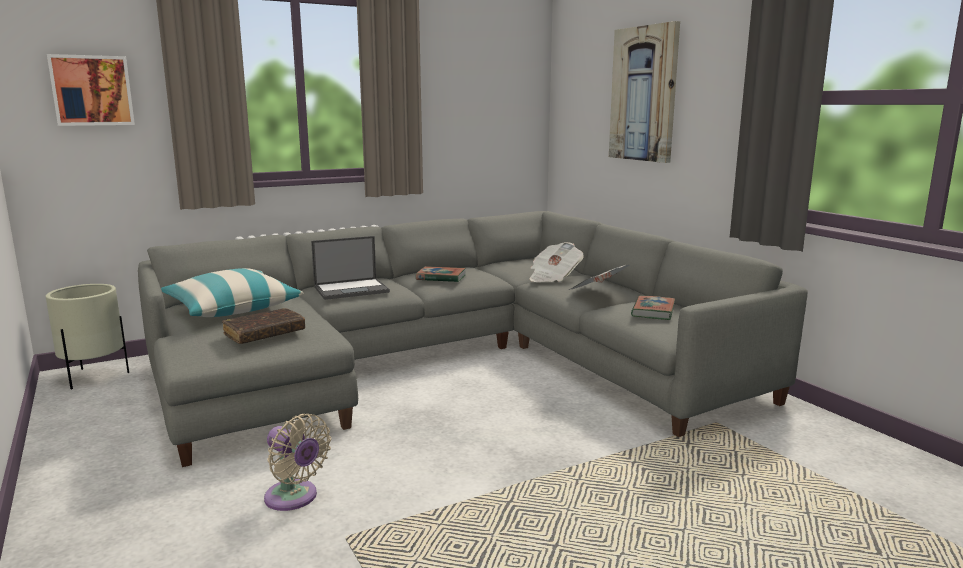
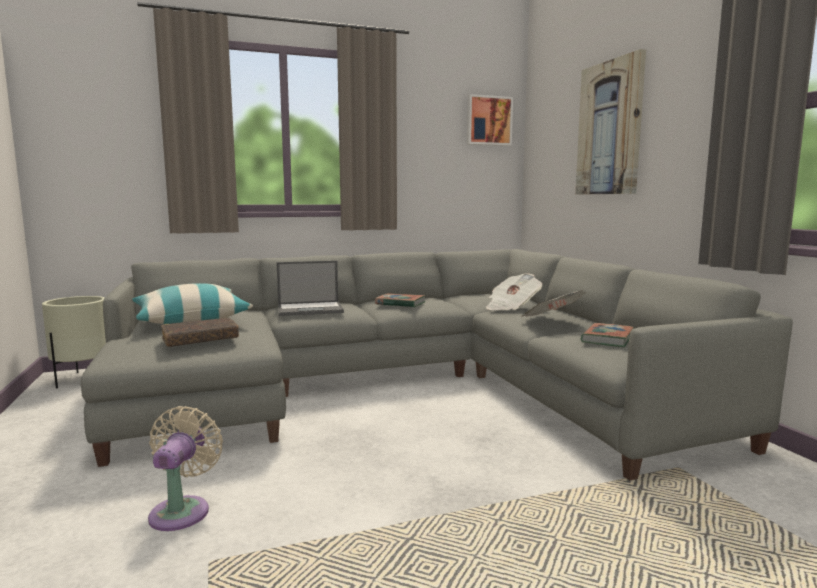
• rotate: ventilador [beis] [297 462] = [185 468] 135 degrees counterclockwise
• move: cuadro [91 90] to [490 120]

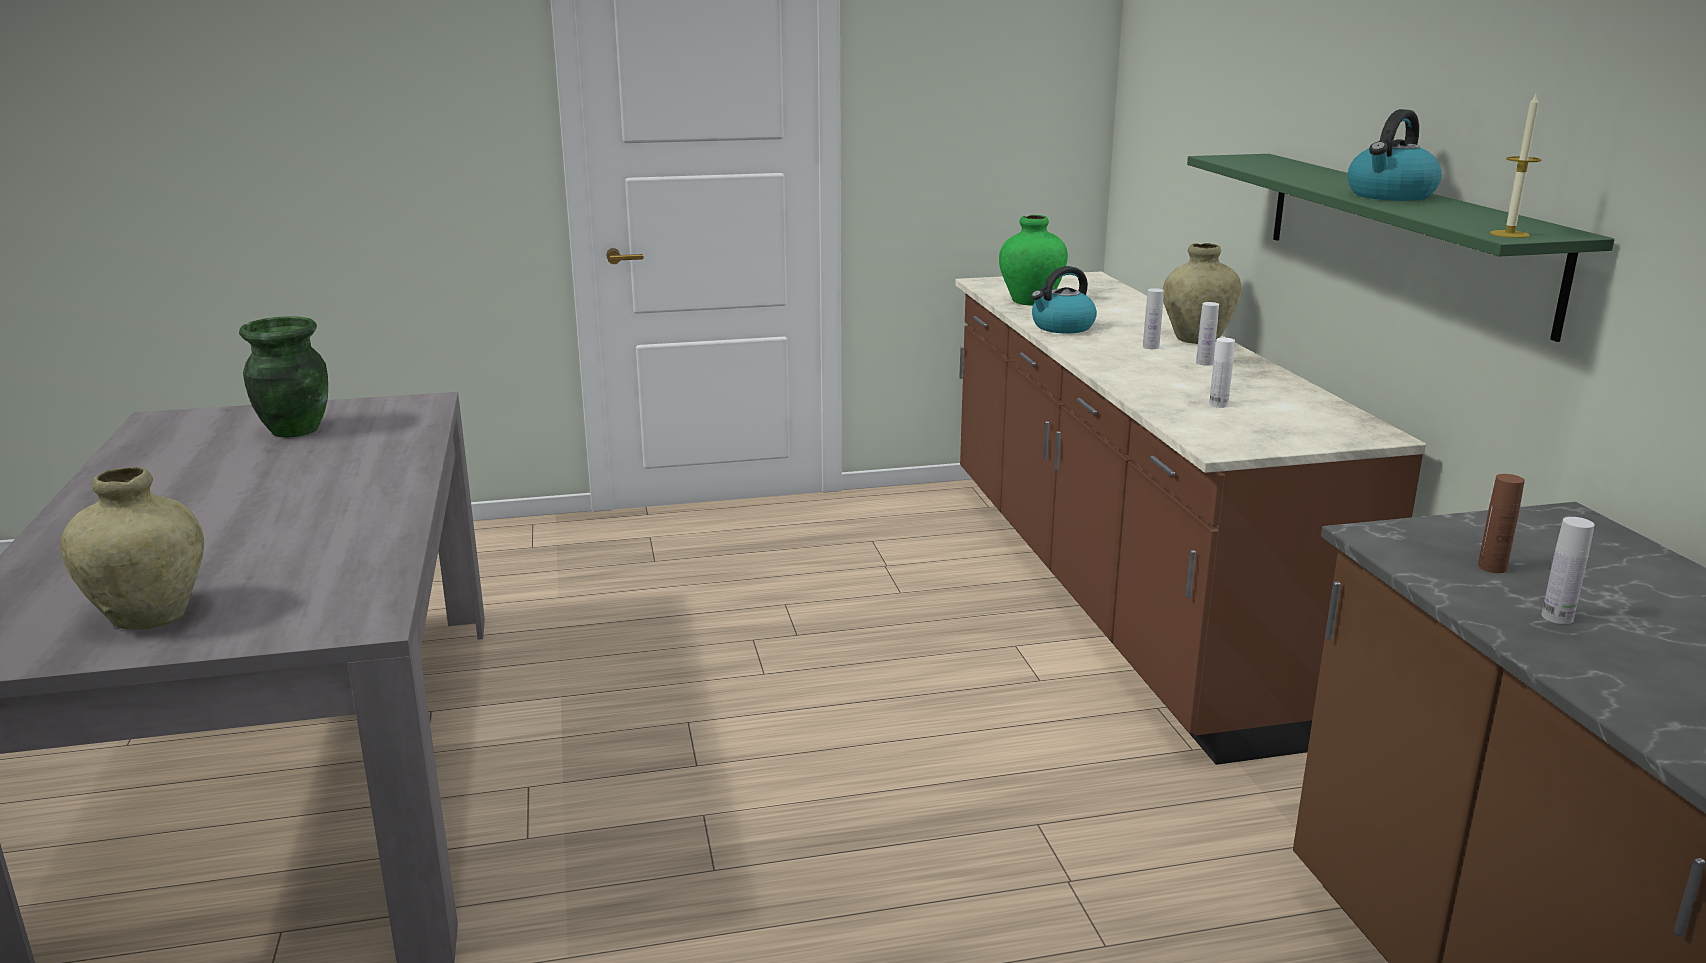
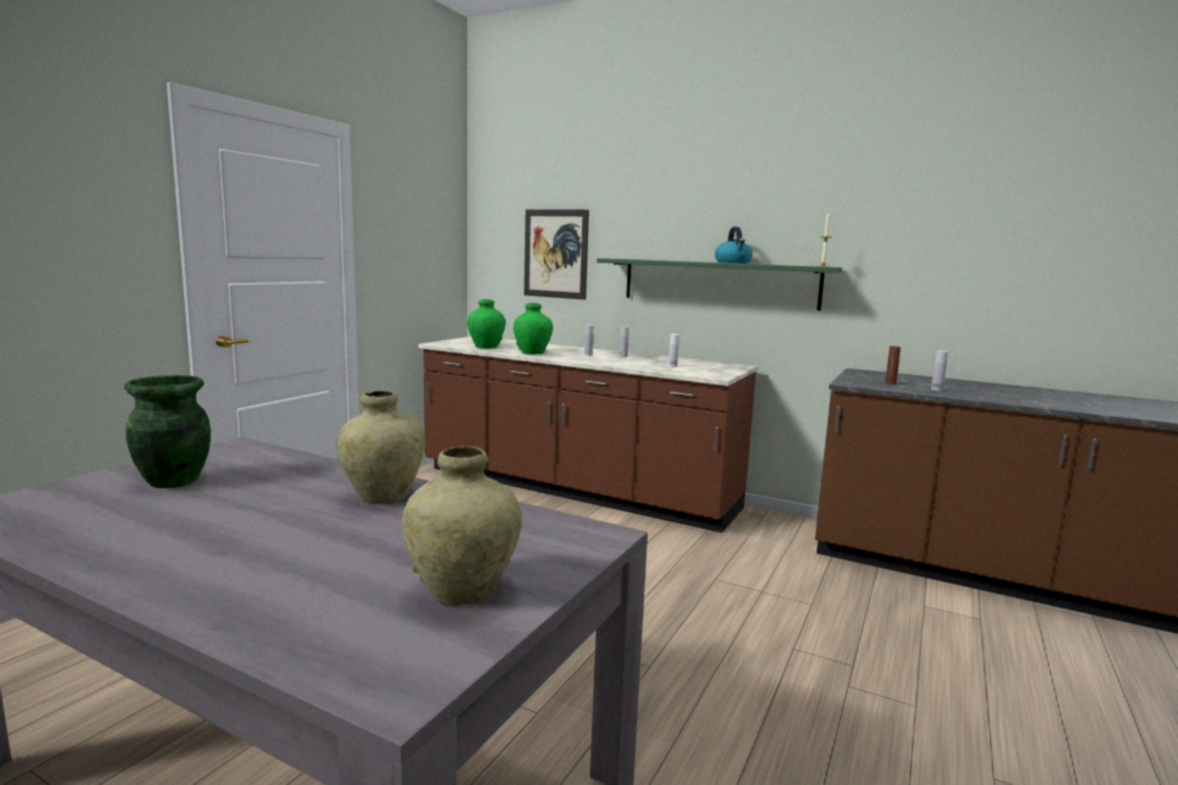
• move: florero [beis] [1202 293] to [381 447]
• replace: hervidor [1064 300] to florero [verde] [533 328]
• insert: cuadro [556 254]

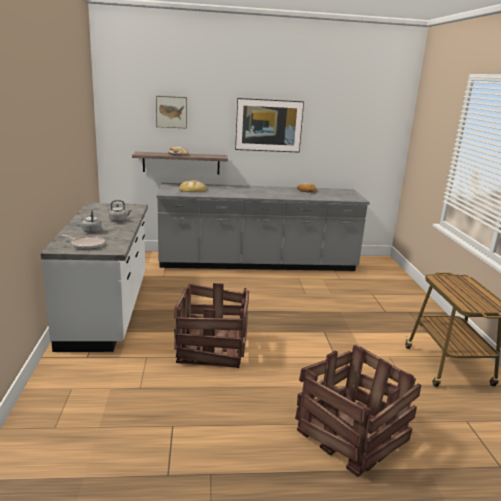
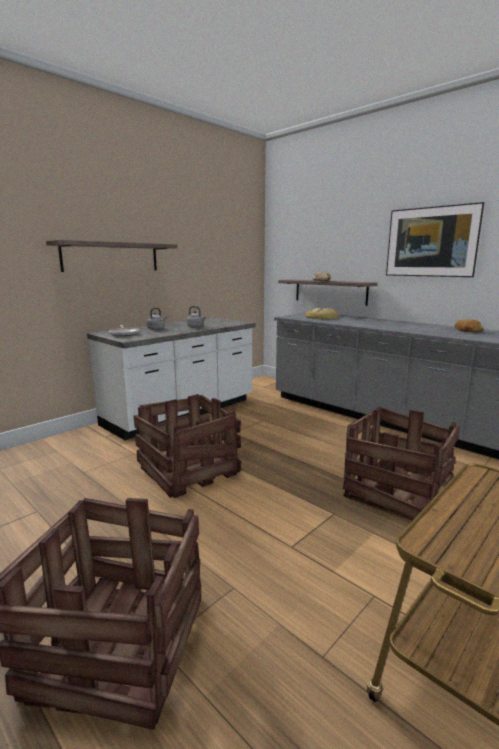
• insert: estante [112 256]
• insert: caja de embalaje [401 463]
• delete: cuadro [171 112]

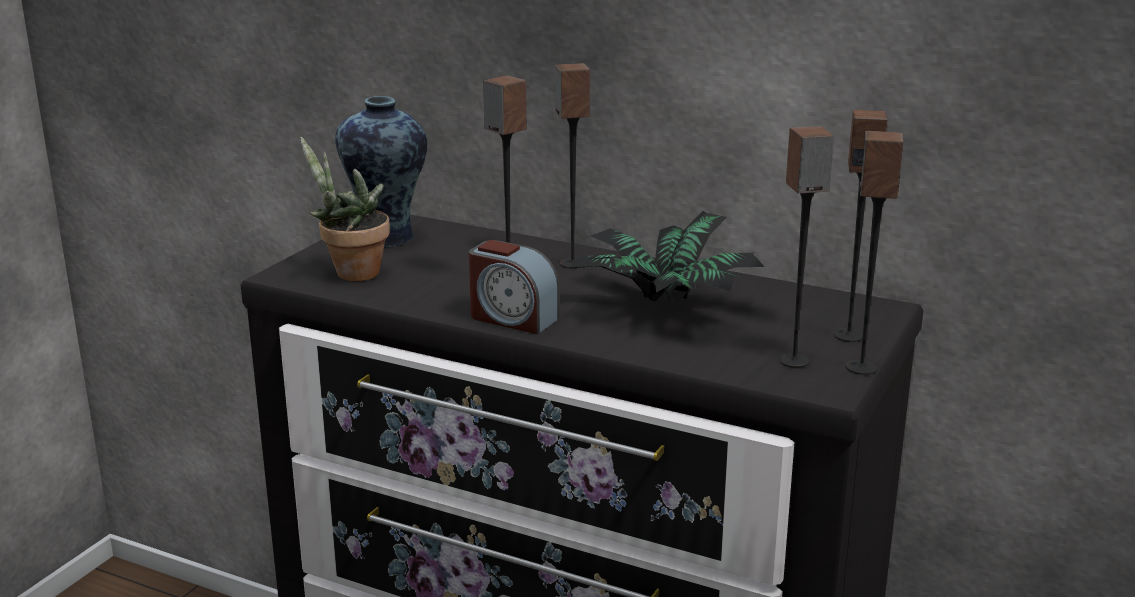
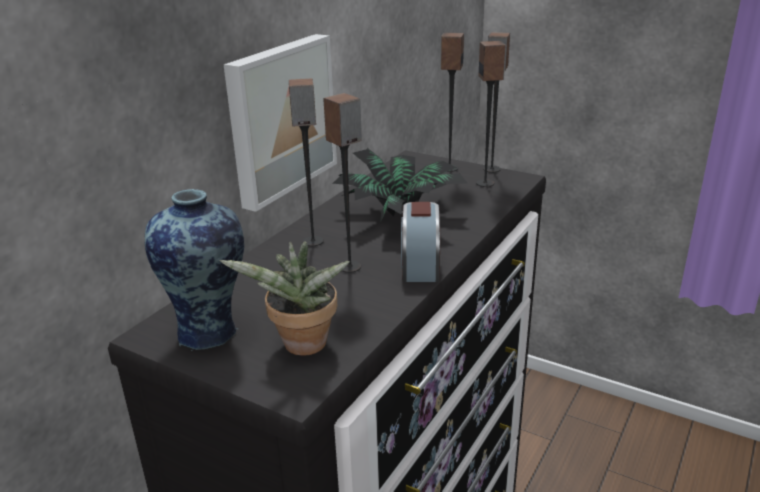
• insert: cuadro [280 123]
• rotate: despertador [514 287] = [420 242] 150 degrees clockwise

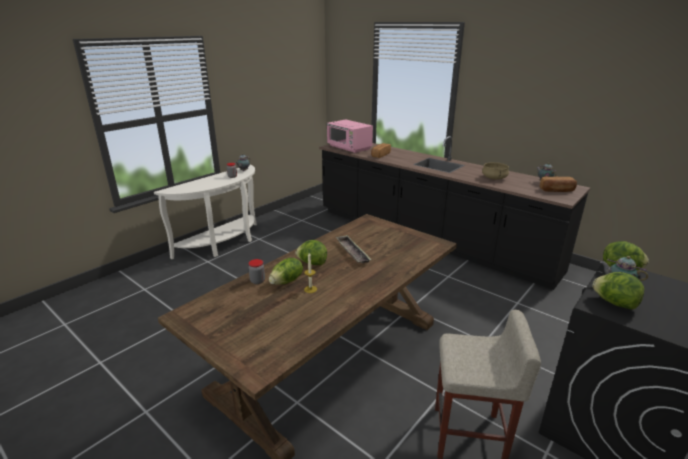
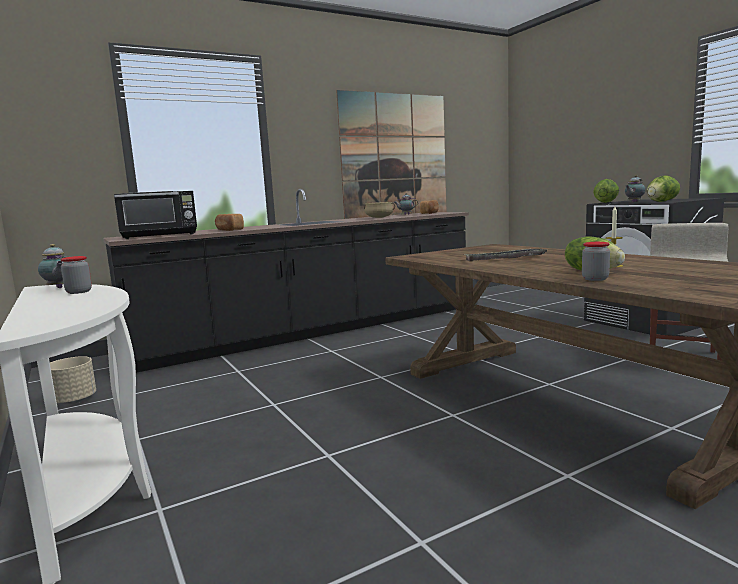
• insert: maceta [beis] [73 380]
• recolor: microondas [rosa] [349 136] to microondas [negro] [155 215]
• insert: cuadro [391 154]
• delete: lechuga [311 252]

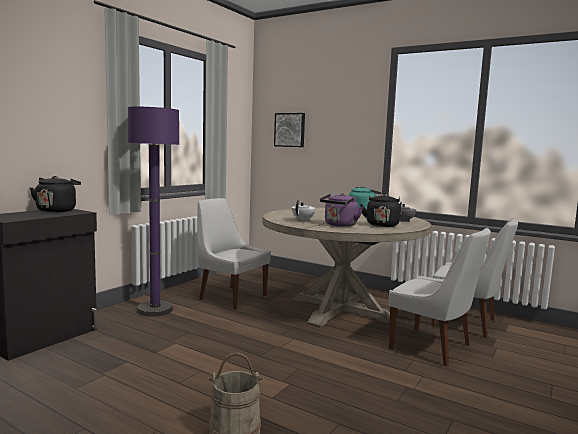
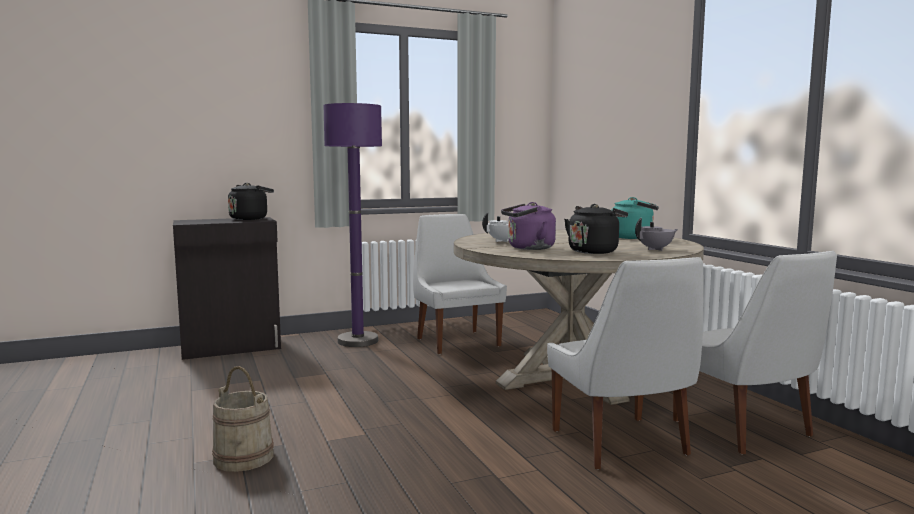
• delete: cuadro [289 130]

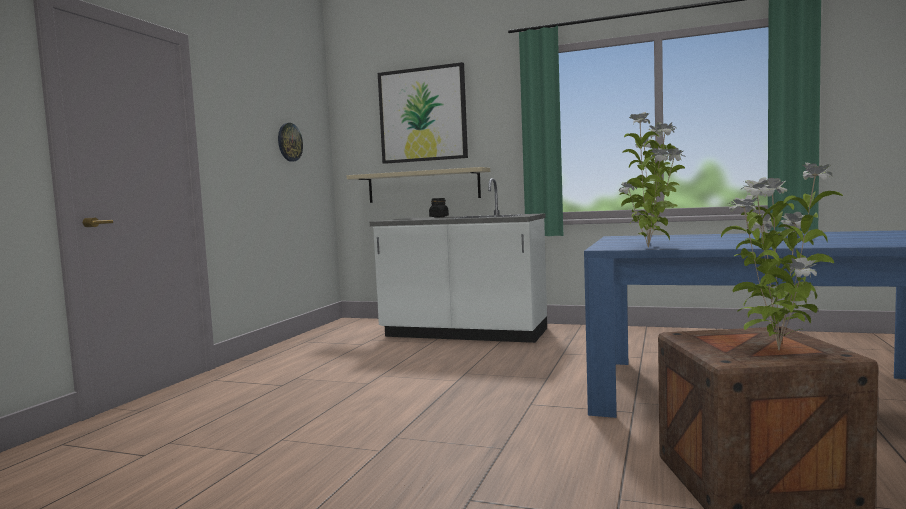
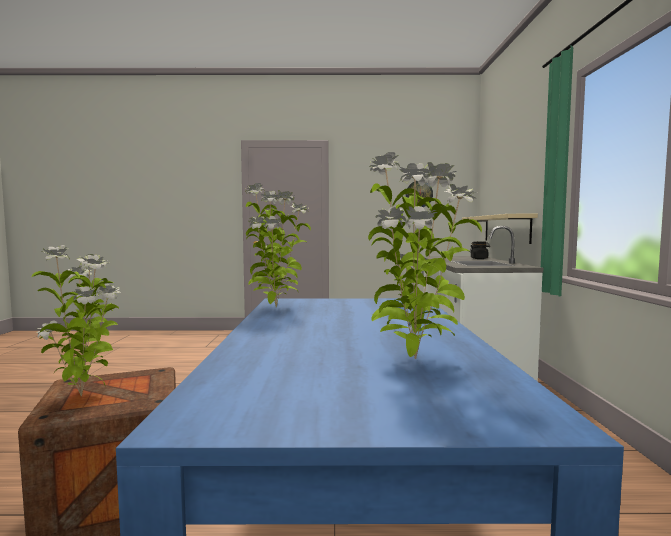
• insert: planta en maceta [425 255]
• delete: cuadro [423 113]

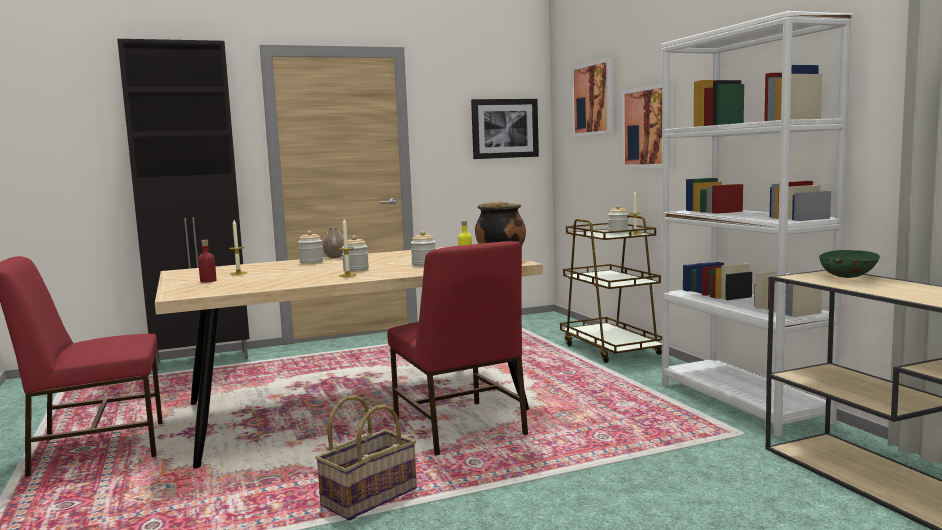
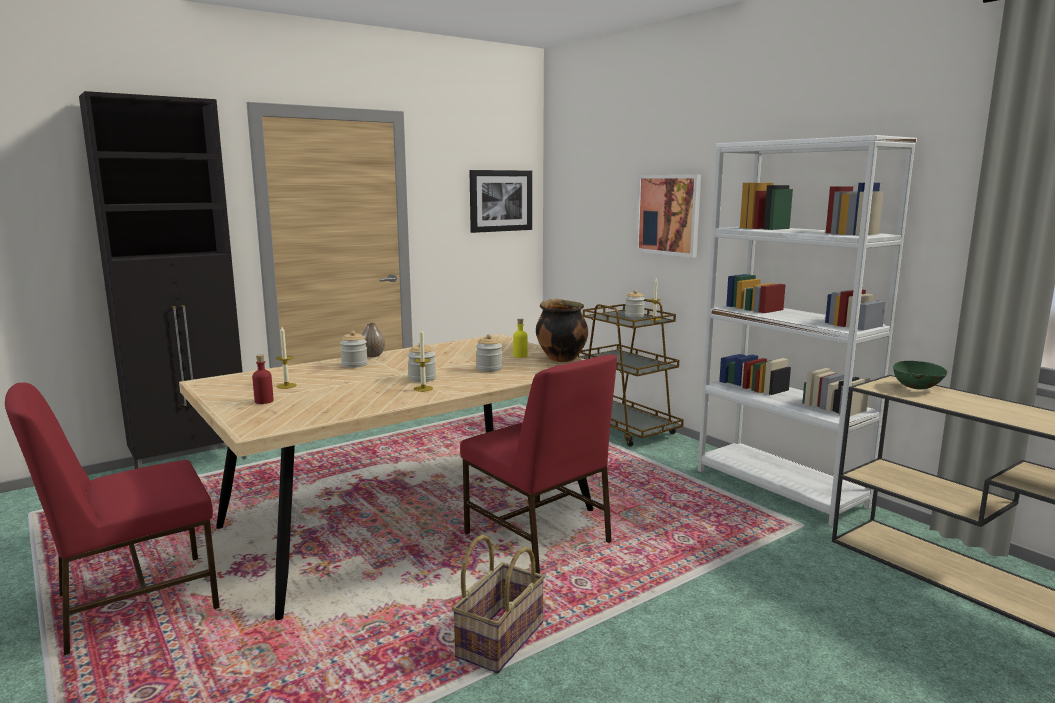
• delete: cuadro [592 97]

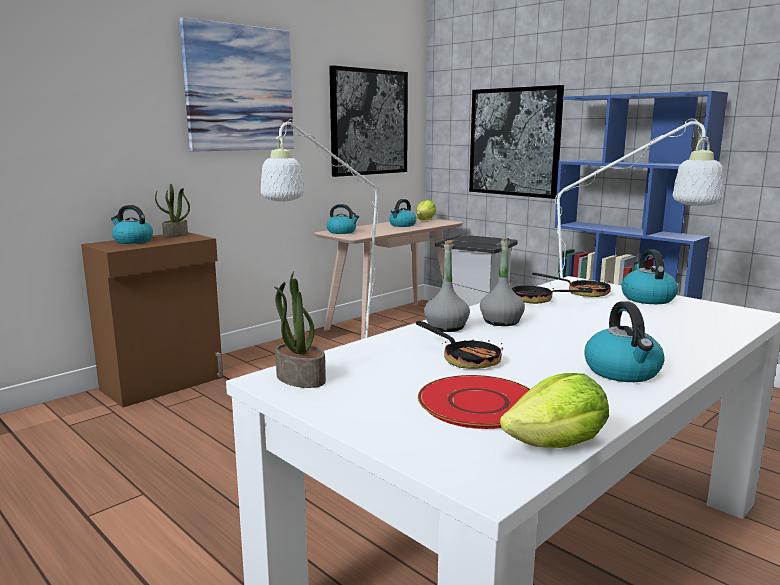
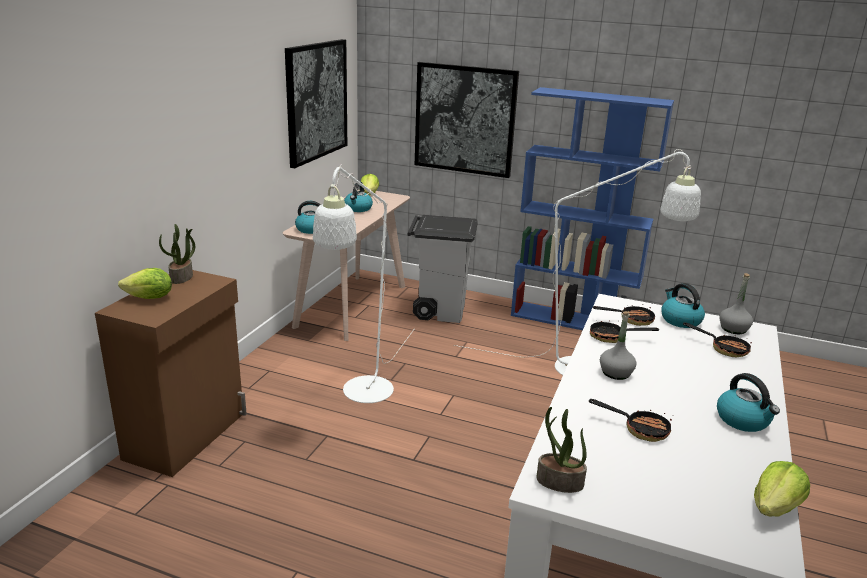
• replace: hervidor [132 224] to lechuga [145 283]
• insert: sartén [717 339]
• move: botella [gris] [447 286] to [736 303]
• delete: cuadro [236 84]
• delete: plato [rojo] [474 402]

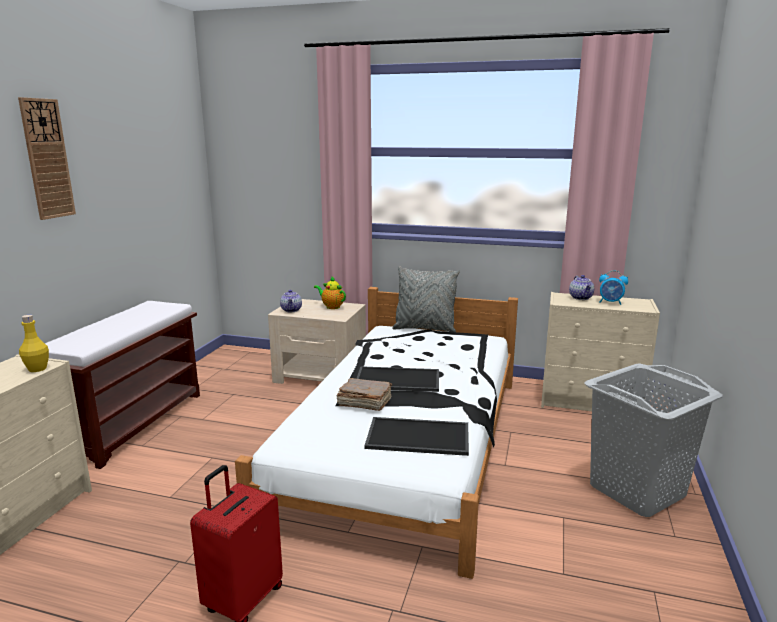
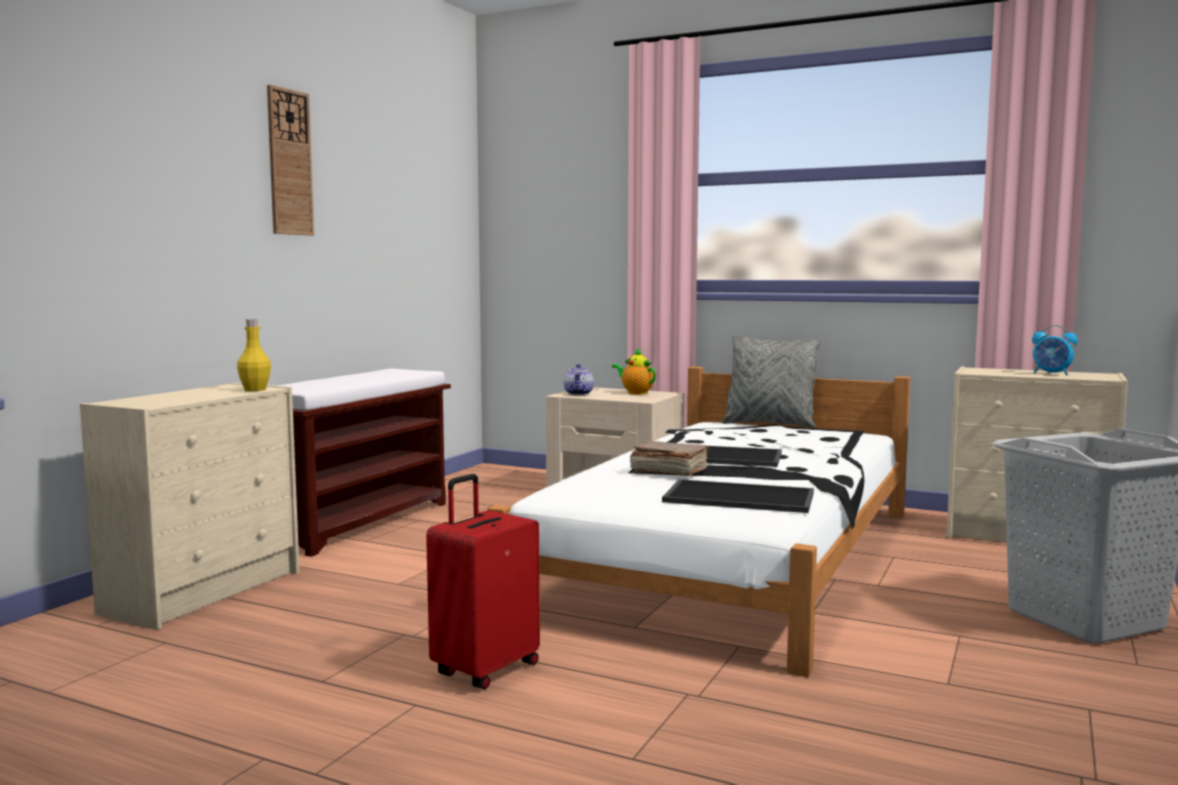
• delete: tetera [581 287]

